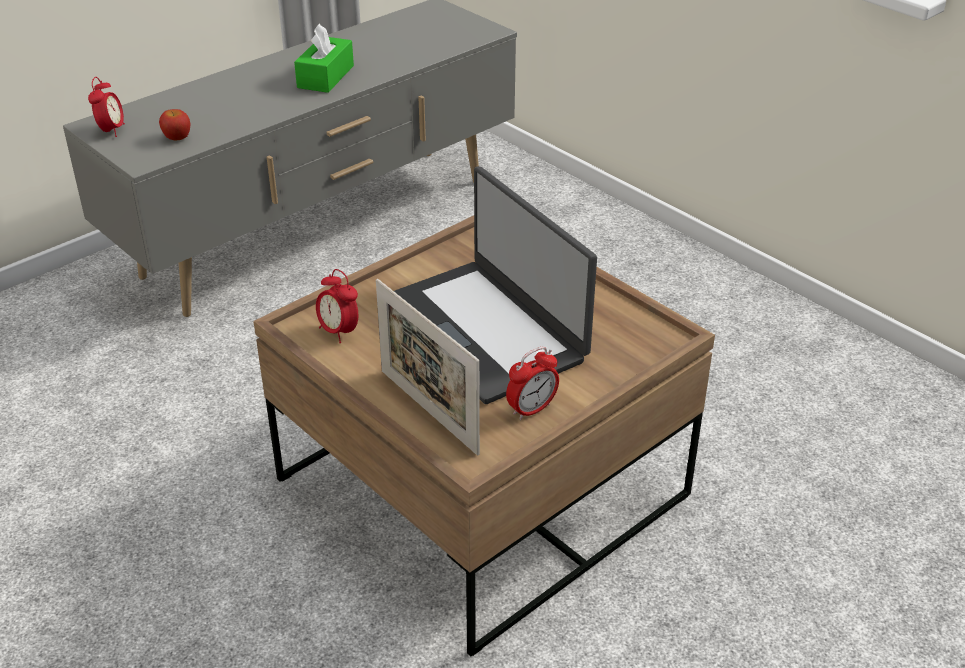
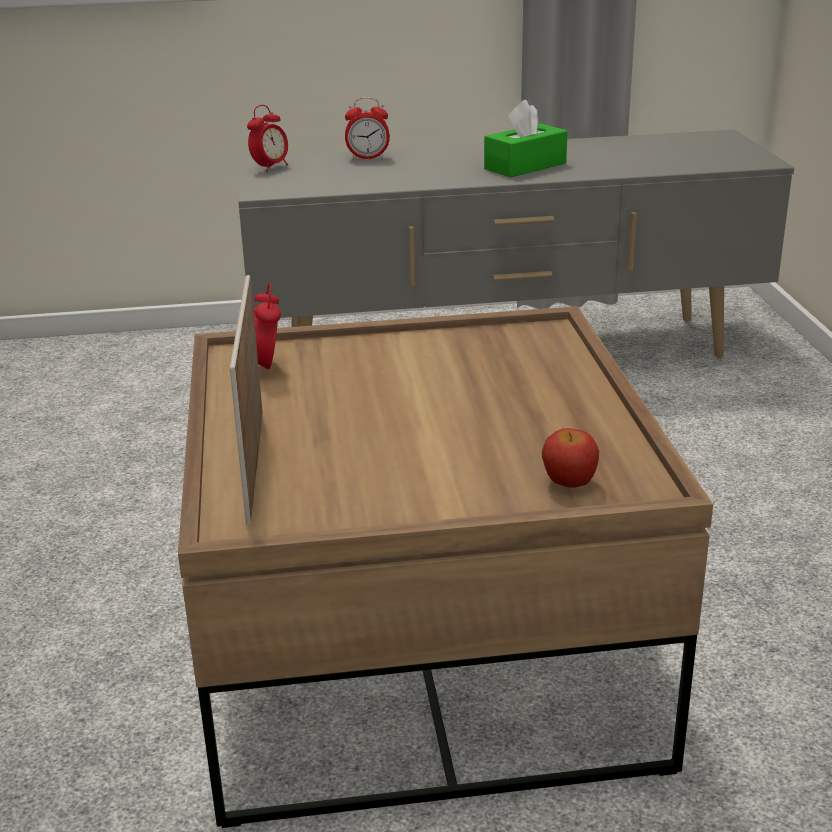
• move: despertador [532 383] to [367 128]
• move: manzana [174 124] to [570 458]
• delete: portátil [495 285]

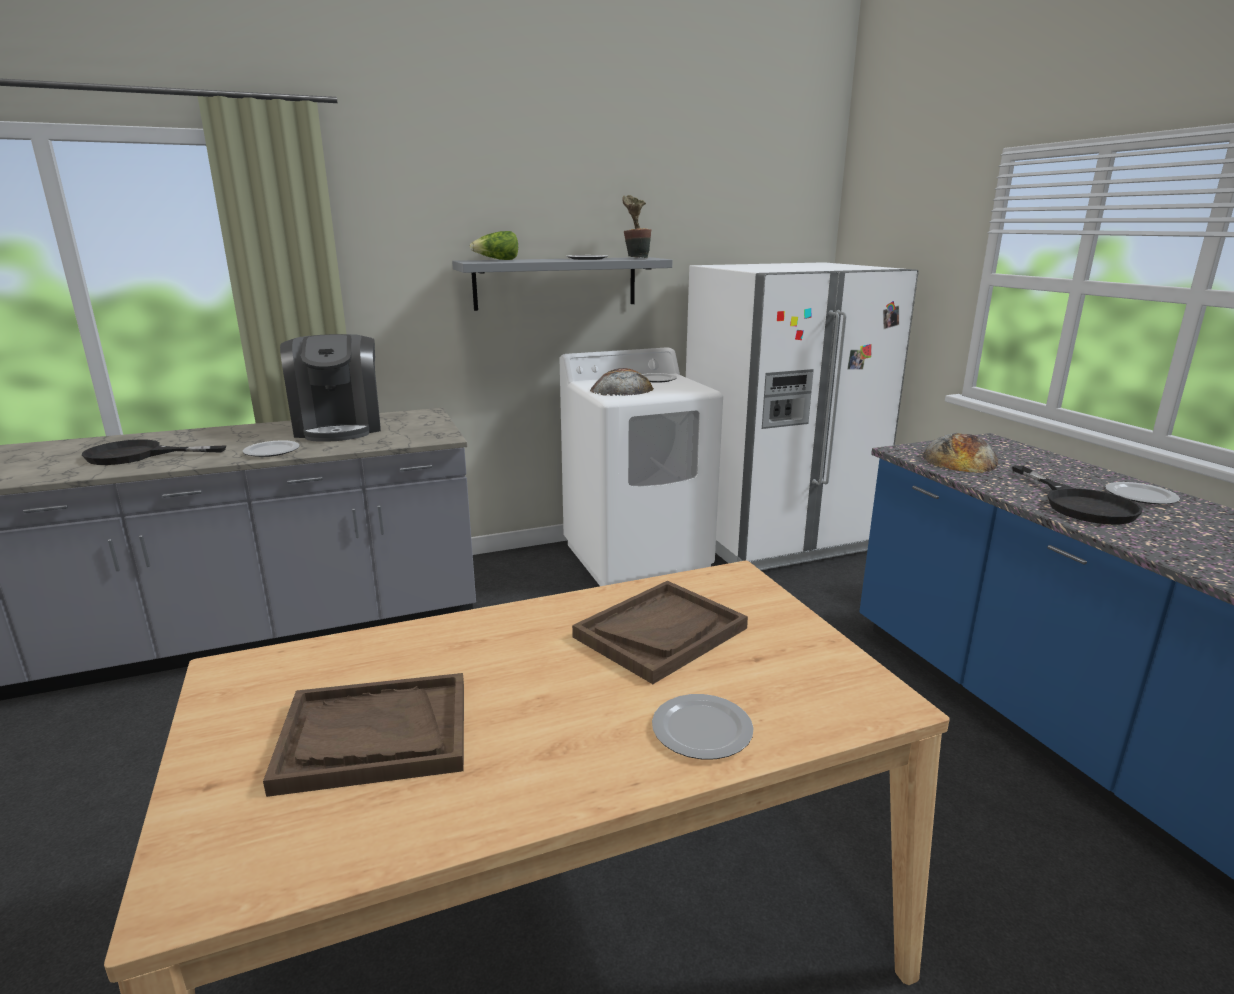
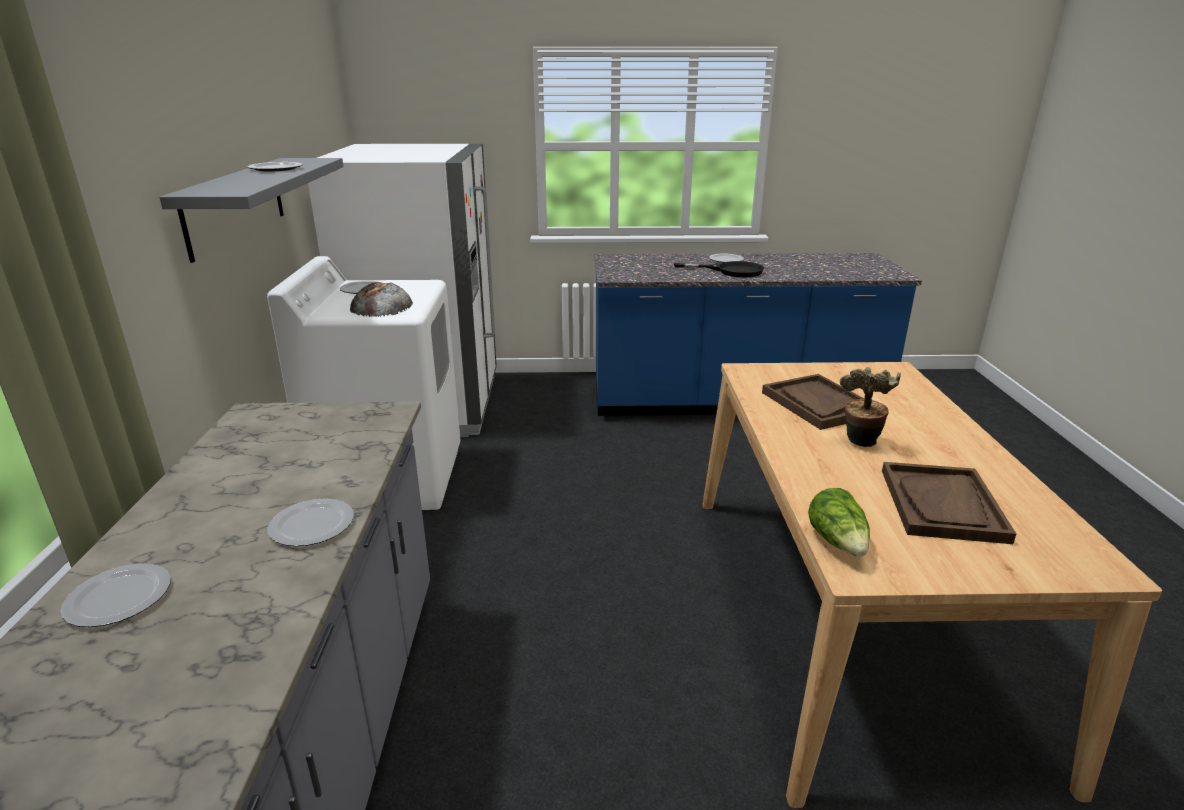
• move: plato [703 726] to [116 595]
• move: lechuga [494 245] to [839 522]
• move: planta en maceta [637 226] to [870 407]
• delete: sartén [negro] [154 452]
• delete: cafetera [330 388]
• delete: pan [960 453]

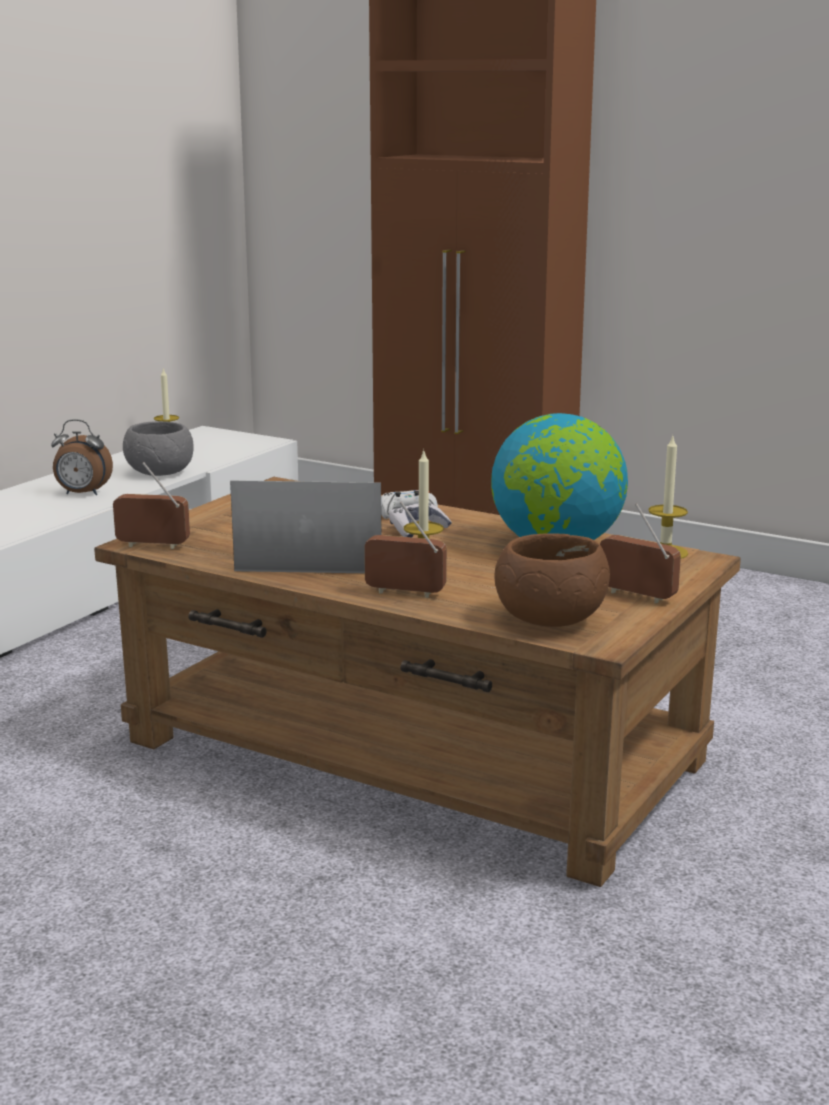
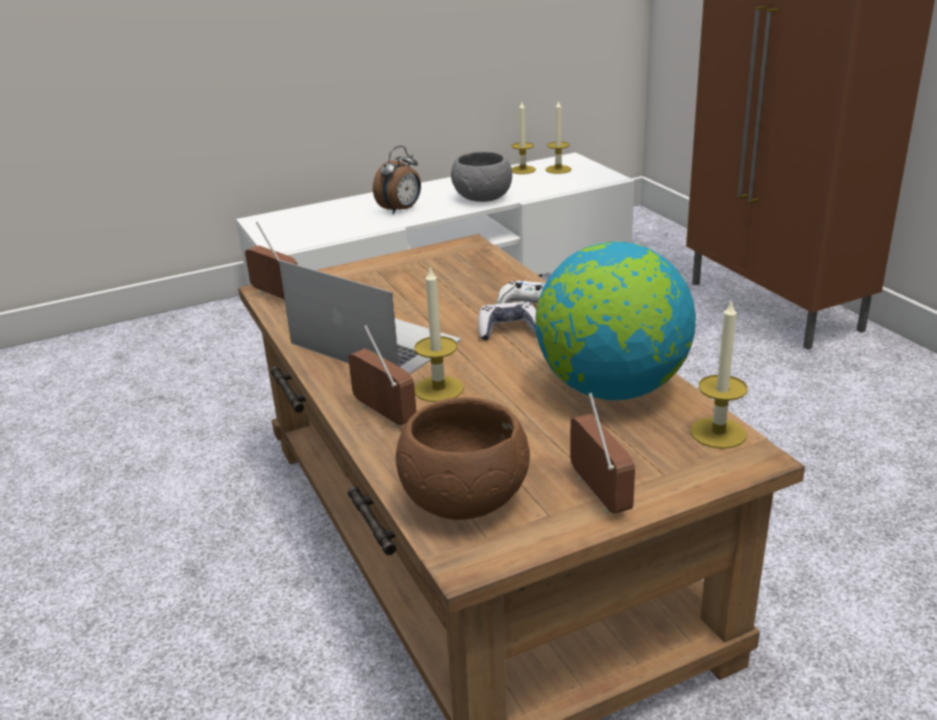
• rotate: despertador [82 457] = [397 180] 90 degrees counterclockwise
• insert: vela [558 137]

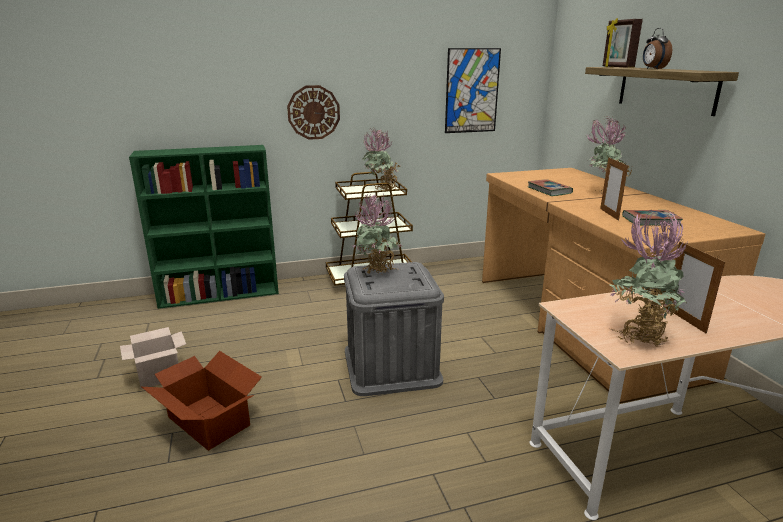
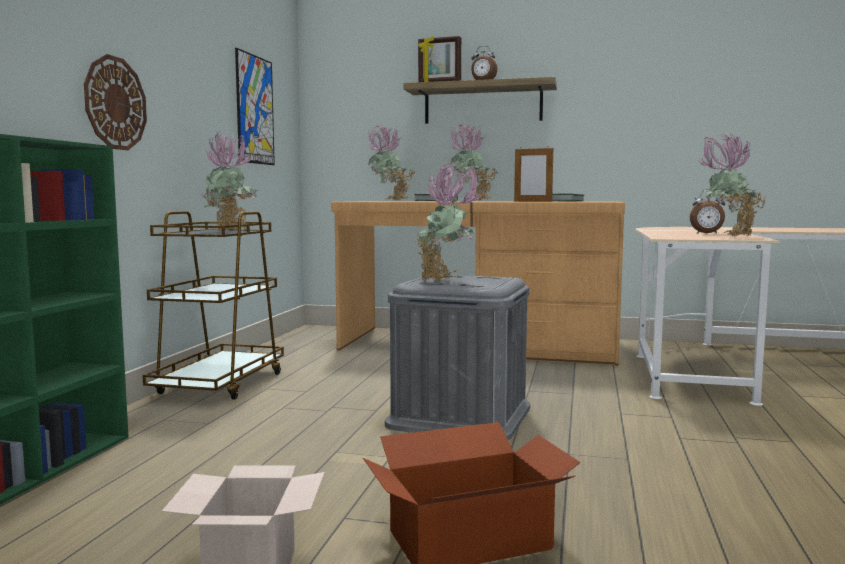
• insert: planta en maceta [391 163]
• replace: portarretratos [695 287] to despertador [707 211]

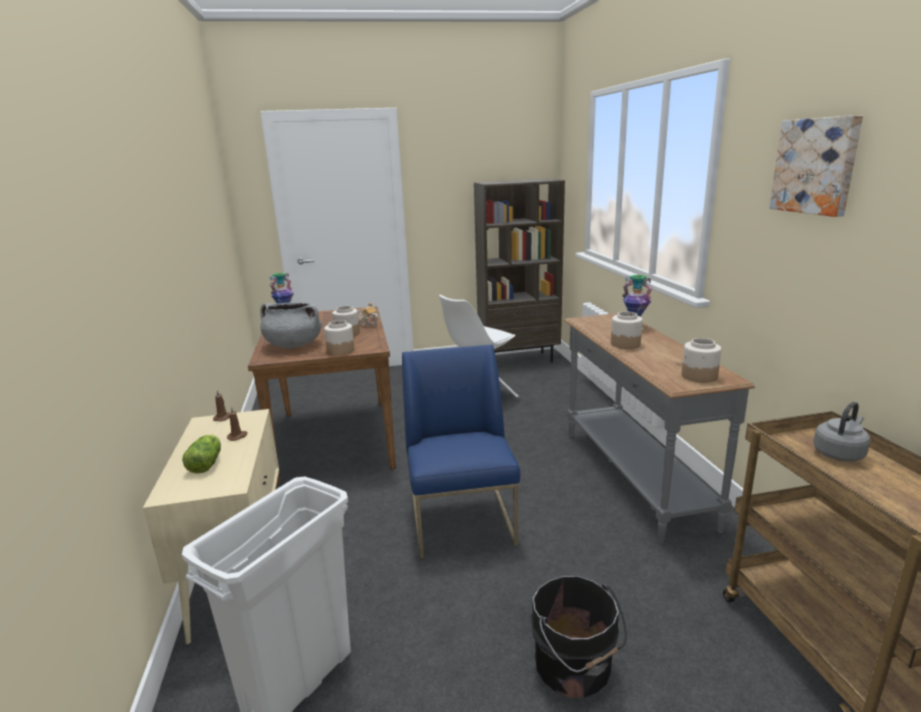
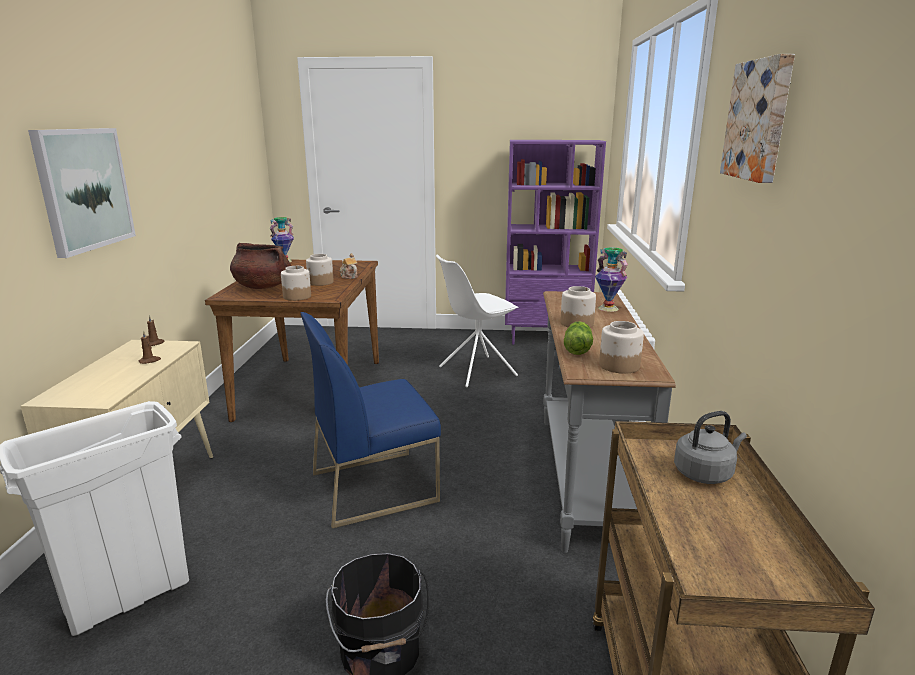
• insert: cuadro [82 193]
• recolor: olla [gris] [290 325] to olla [marrón] [260 266]
• rotate: silla [azul] [461 451] = [370 420] 120 degrees counterclockwise
• recolor: estantería [marrón] [519 271] to estantería [morado] [555 242]
• move: lechuga [201 454] to [578 338]

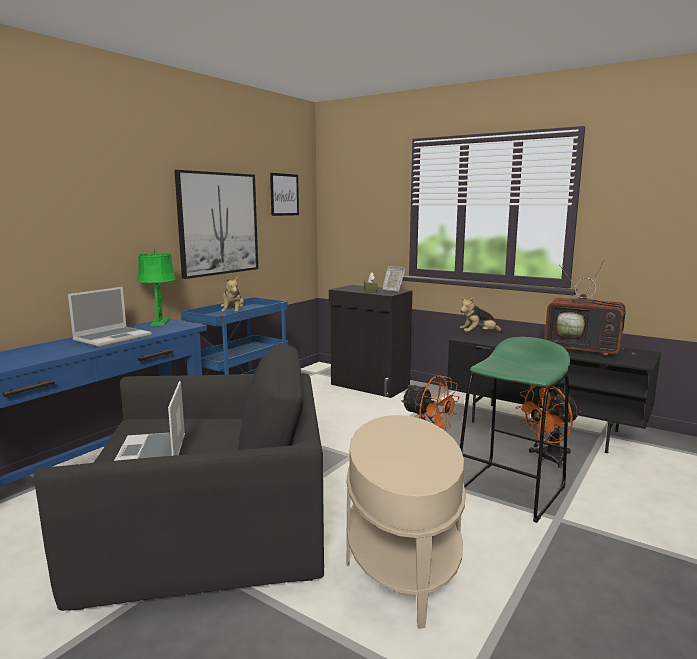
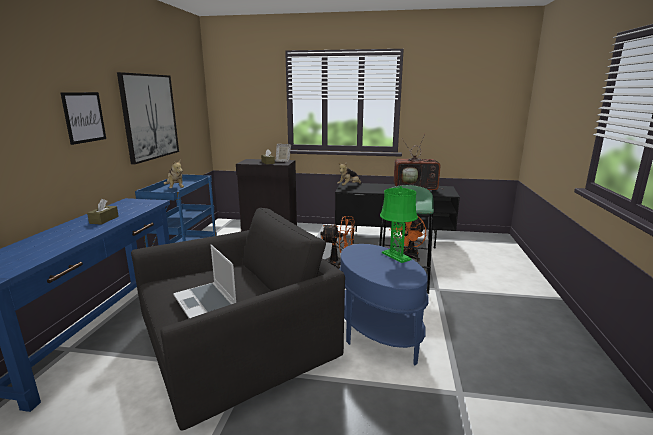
• move: cuadro [284 194] to [83 118]
• replace: portátil [109 317] to caja de pañuelos [marrón] [103 212]
• recolor: mesa auxiliar [beis] [406 522] to mesa auxiliar [azul] [384 304]
• move: lámpara de mesa [verde] [156 287] to [399 224]

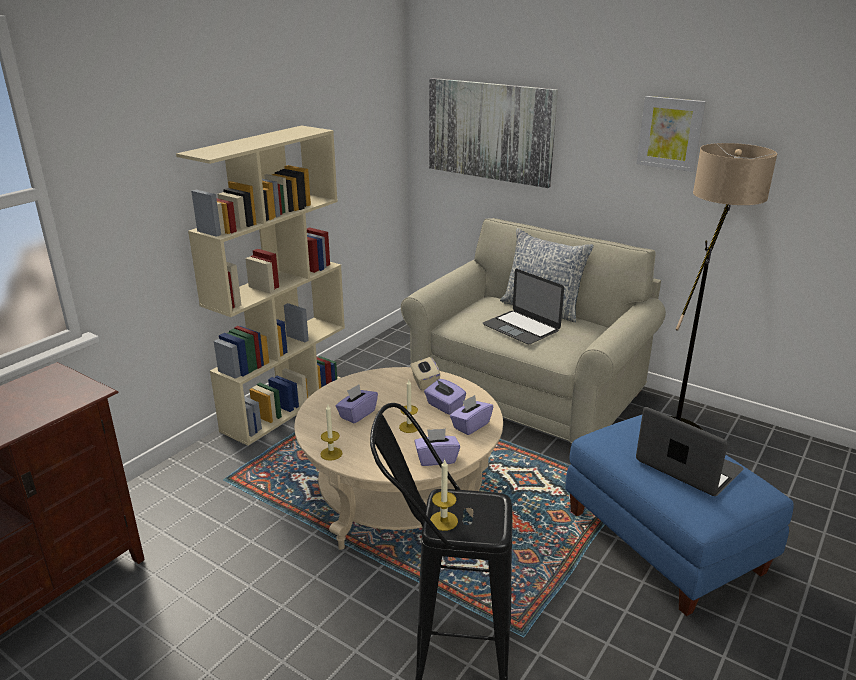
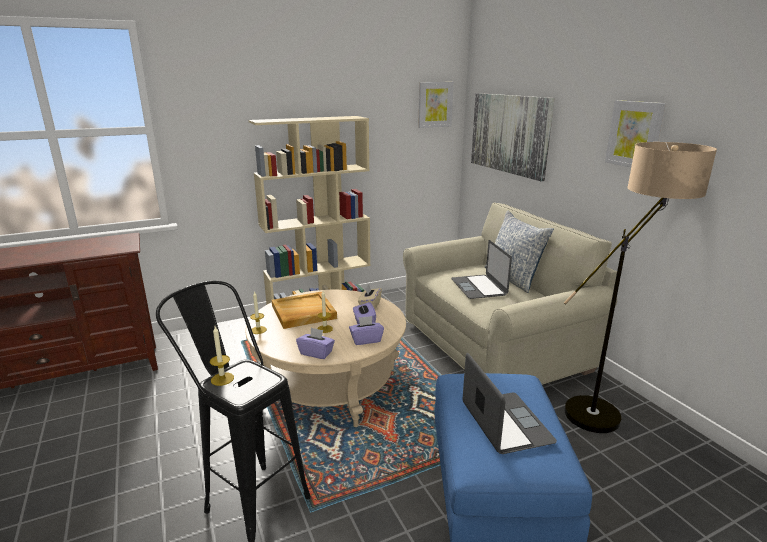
• replace: caja de pañuelos [morado] [357 403] to bandeja [beis] [304 310]
• insert: cuadro [436 105]

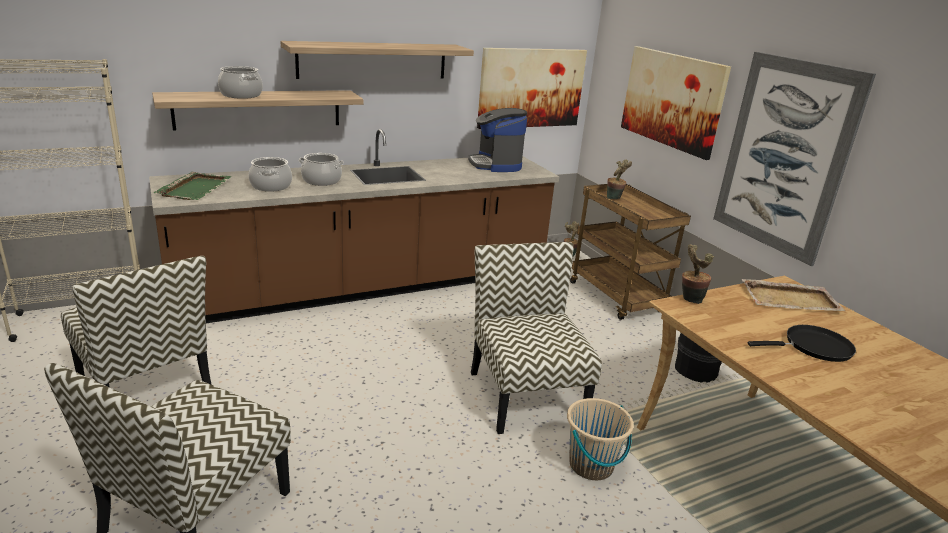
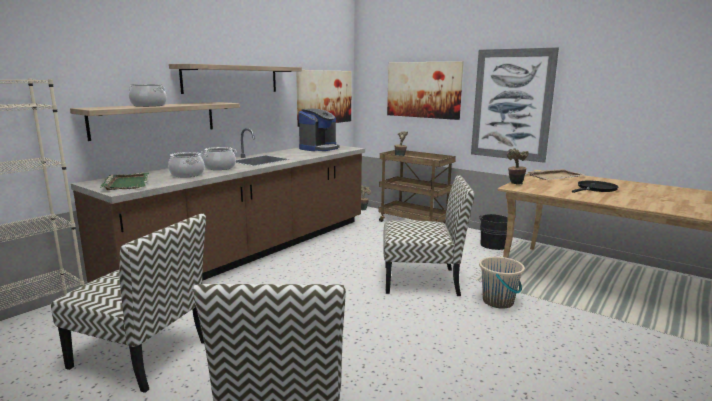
• rotate: cafetera [497 140] = [319 130] 105 degrees counterclockwise
• rotate: silla [536 338] = [429 235] 135 degrees clockwise

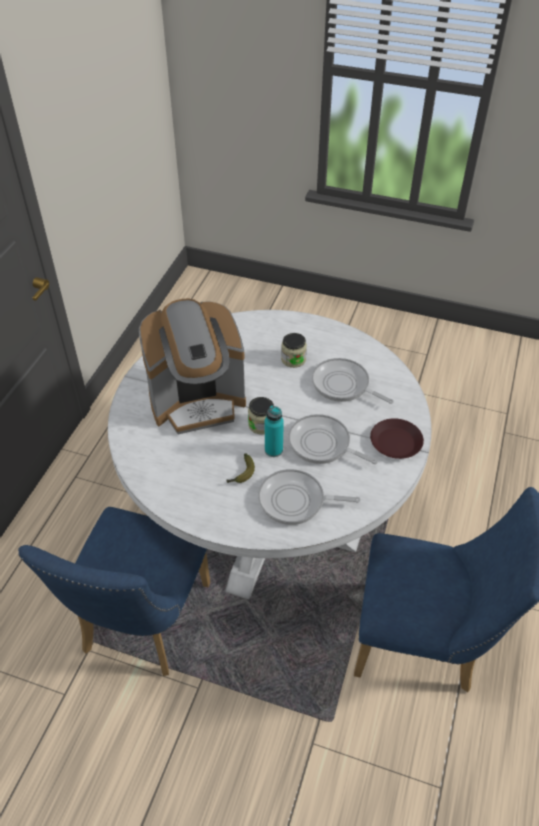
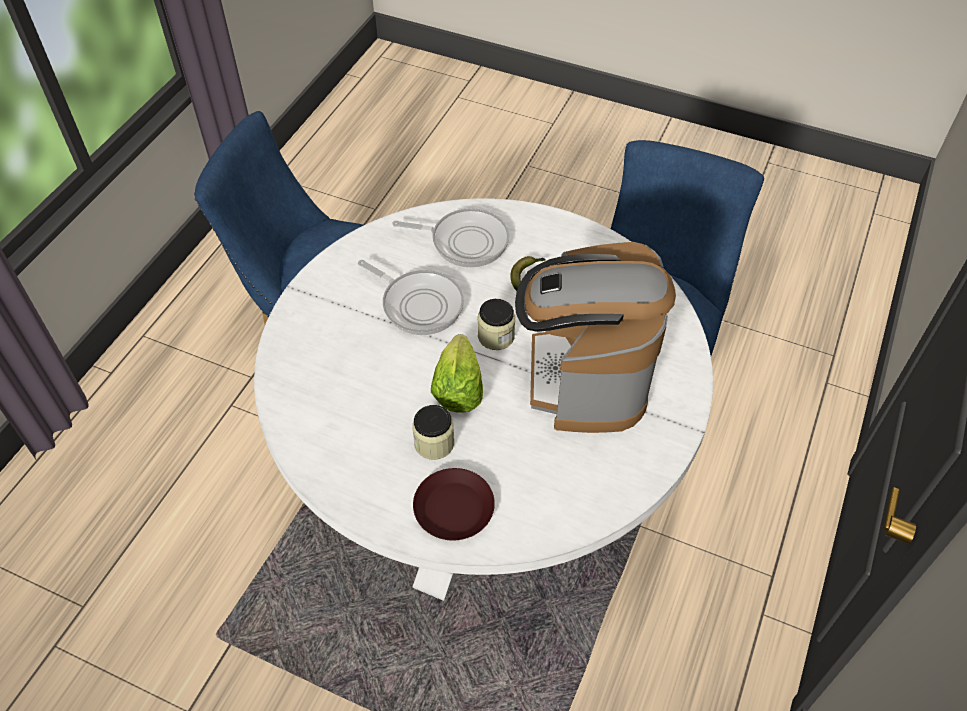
• move: plato [marrón] [397 438] to [454 504]
• insert: lechuga [457 373]
• rotate: cafetera [192 366] = [595 337] 75 degrees counterclockwise
• delete: botella [turquesa] [274 431]
• delete: sartén [353 381]

